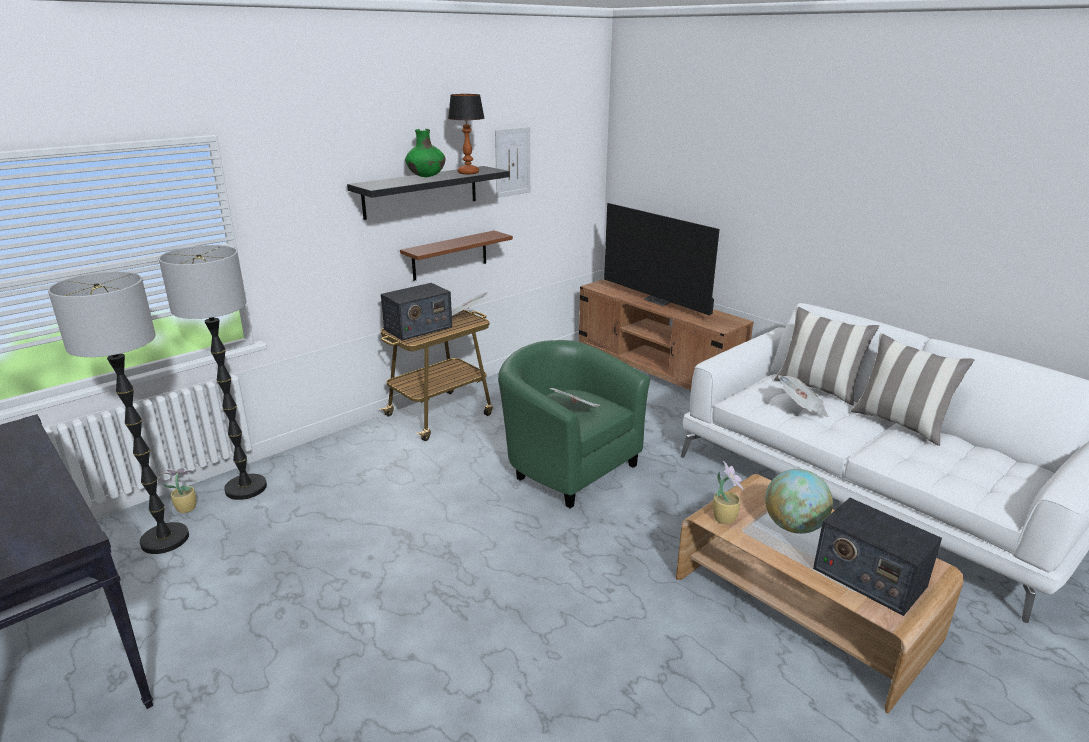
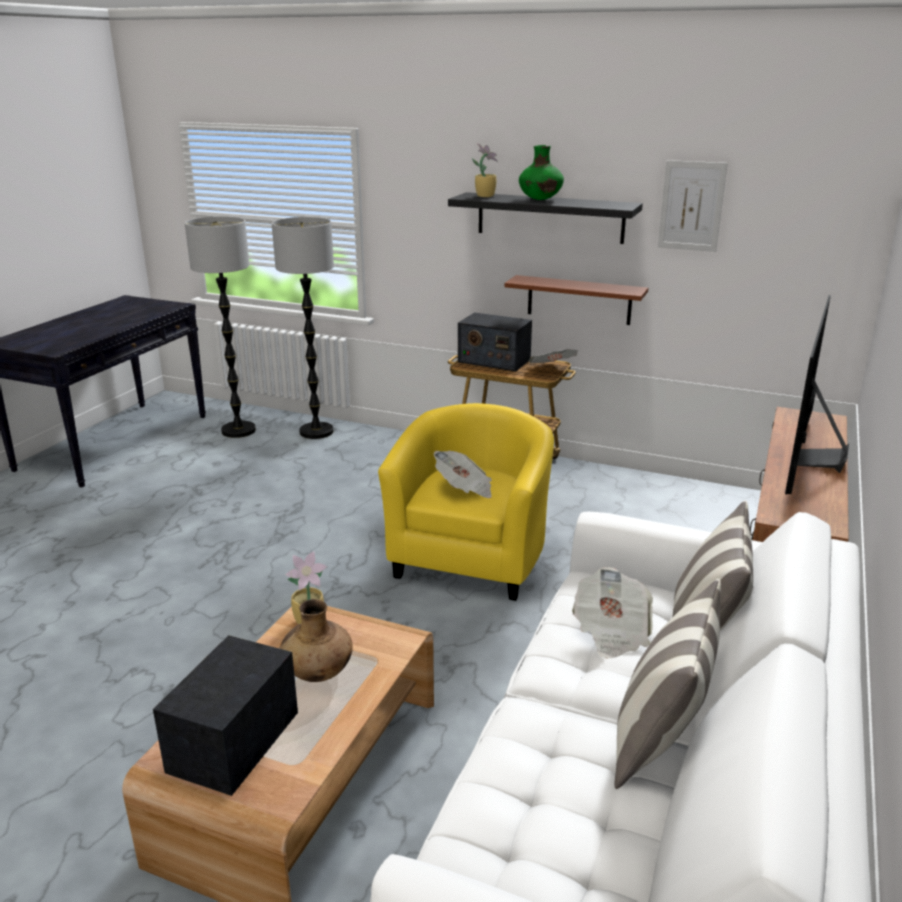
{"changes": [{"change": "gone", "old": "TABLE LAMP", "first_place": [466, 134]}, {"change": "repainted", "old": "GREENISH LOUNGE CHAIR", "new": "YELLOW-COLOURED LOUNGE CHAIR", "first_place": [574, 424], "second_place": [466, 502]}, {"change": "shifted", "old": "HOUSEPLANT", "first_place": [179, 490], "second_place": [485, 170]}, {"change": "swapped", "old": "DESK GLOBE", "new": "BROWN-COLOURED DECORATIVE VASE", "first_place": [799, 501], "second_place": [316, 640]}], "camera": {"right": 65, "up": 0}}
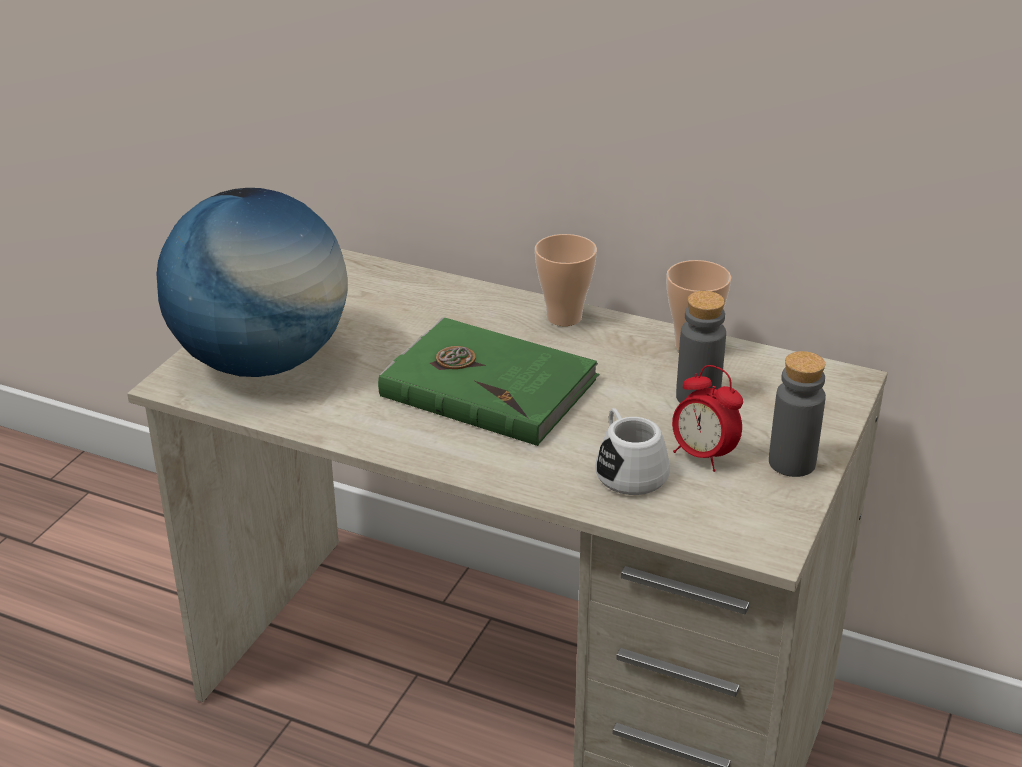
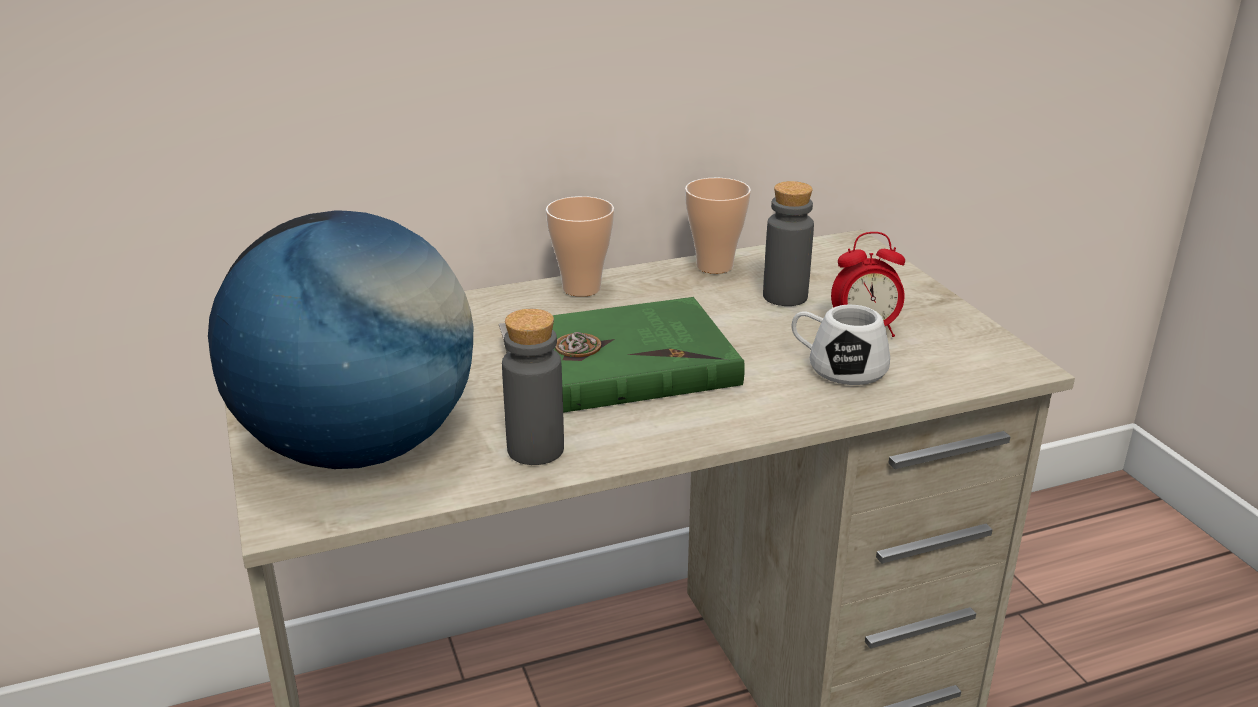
{"changes": [{"change": "shifted", "old": "GREY DRINK BOTTLE", "first_place": [797, 414], "second_place": [533, 387]}], "camera": {"right": -45, "up": -5}}
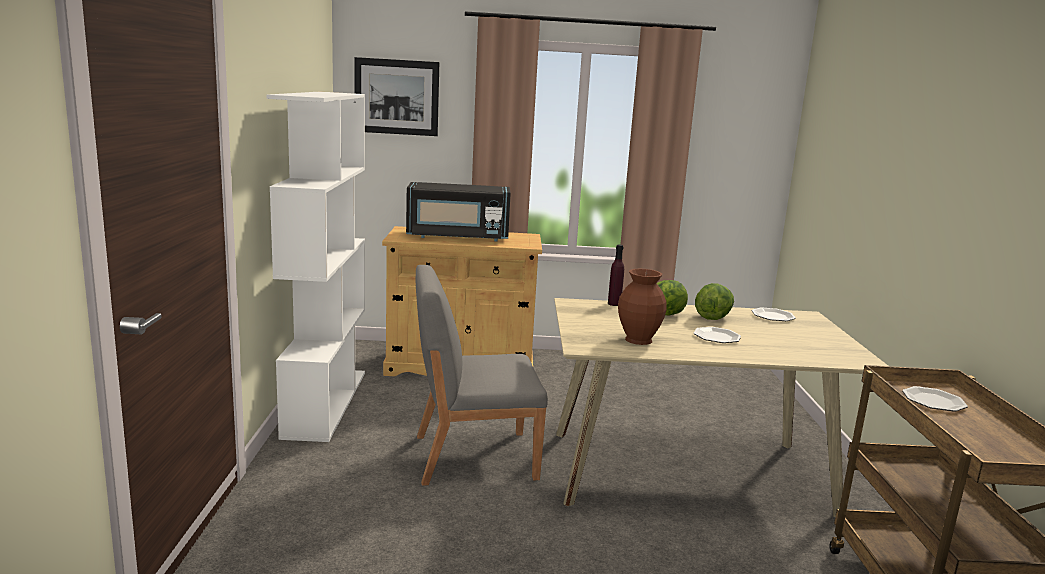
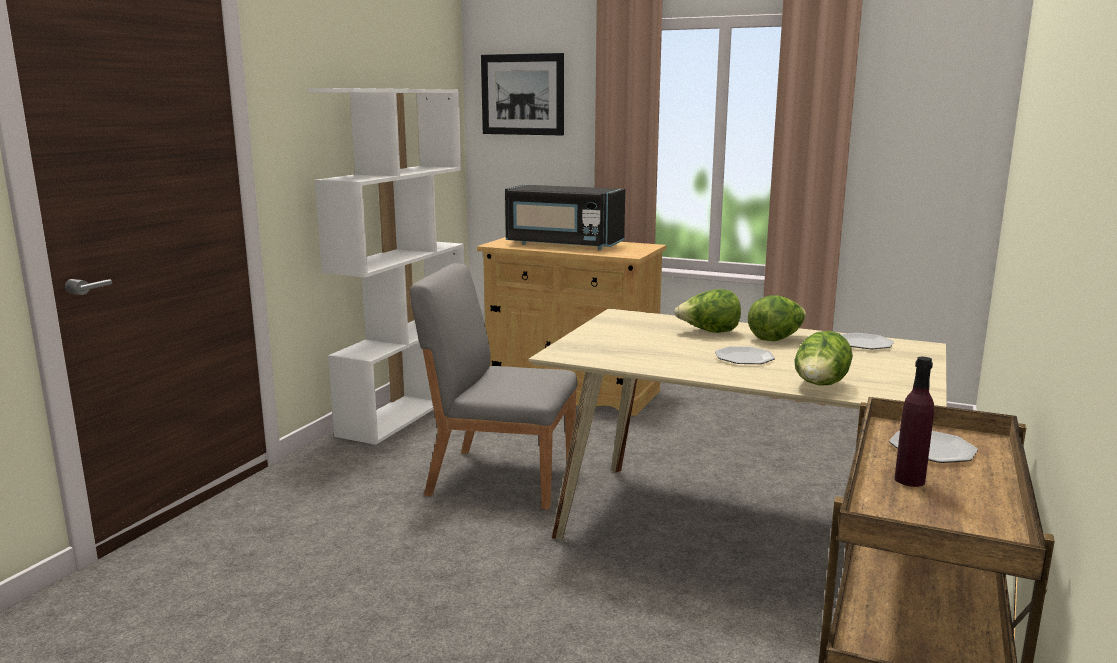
{"changes": [{"change": "shifted", "old": "PURPLE-COLOURED DRINK BOTTLE", "first_place": [616, 275], "second_place": [914, 422]}, {"change": "gone", "old": "BROWN-COLOURED DECORATIVE VASE", "first_place": [642, 307]}, {"change": "new", "new": "LETTUCE", "second_place": [823, 358]}], "camera": {"right": 25, "up": 0}}
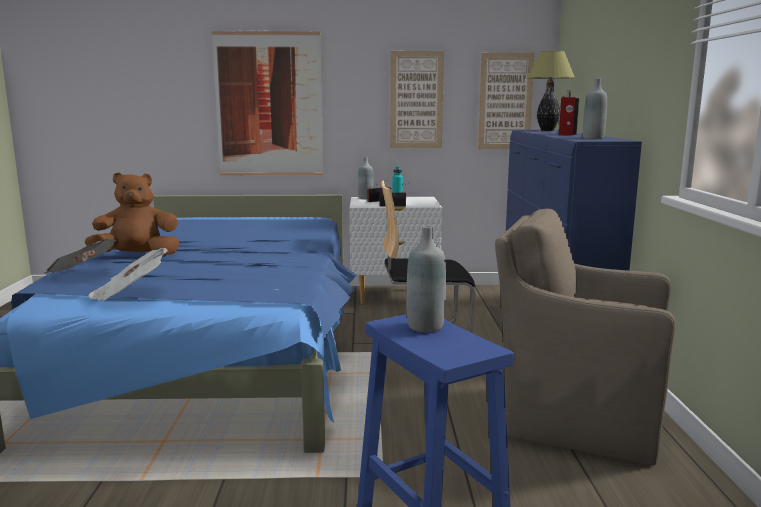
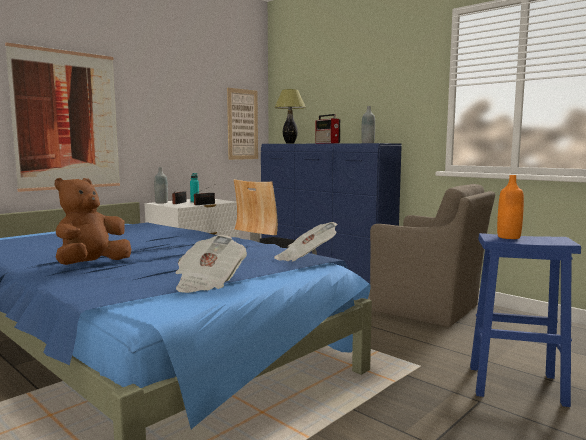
{"changes": [{"change": "gone", "old": "PICTURE", "first_place": [417, 99]}, {"change": "rotated", "old": "BROWN-COLOURED LOUNGE CHAIR", "first_place": [585, 336], "second_place": [432, 255], "degrees": -120}, {"change": "repainted", "old": "GREY DRINK BOTTLE", "new": "ORANGEY DRINK BOTTLE", "first_place": [426, 279], "second_place": [510, 207]}, {"change": "shifted", "old": "NEWSPAPER", "first_place": [80, 256], "second_place": [306, 241]}], "camera": {"right": -45, "up": -5}}
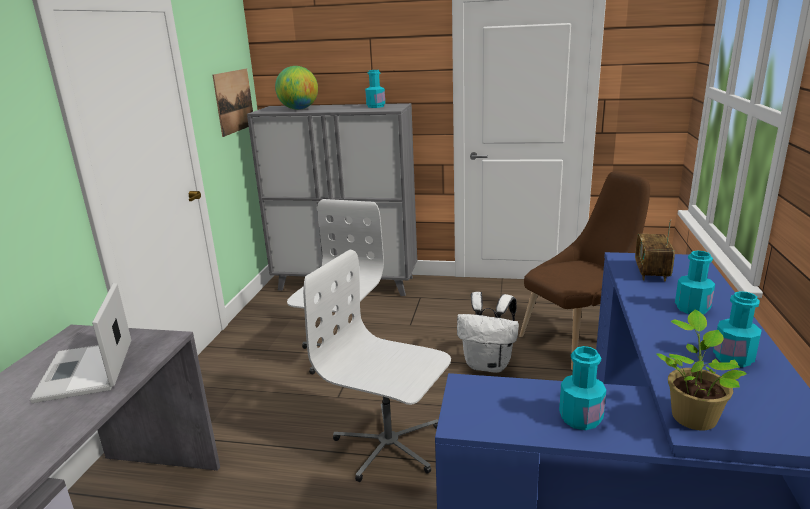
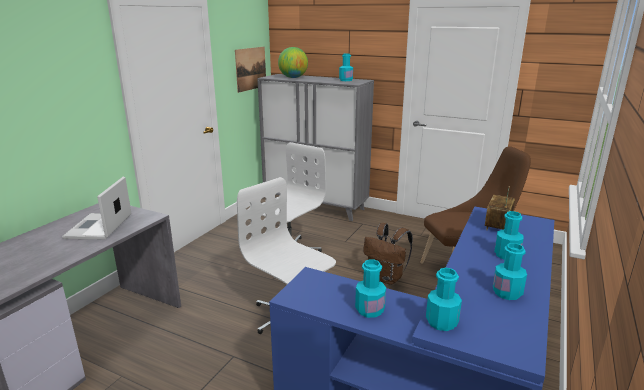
{"changes": [{"change": "repainted", "old": "WHITISH RUCKSACK", "new": "BROWN-COLOURED RUCKSACK", "first_place": [488, 332], "second_place": [388, 254]}, {"change": "swapped", "old": "HOUSEPLANT", "new": "BLUE-GREEN DRINK BOTTLE", "first_place": [701, 369], "second_place": [444, 299]}], "camera": {"right": 15, "up": 0}}
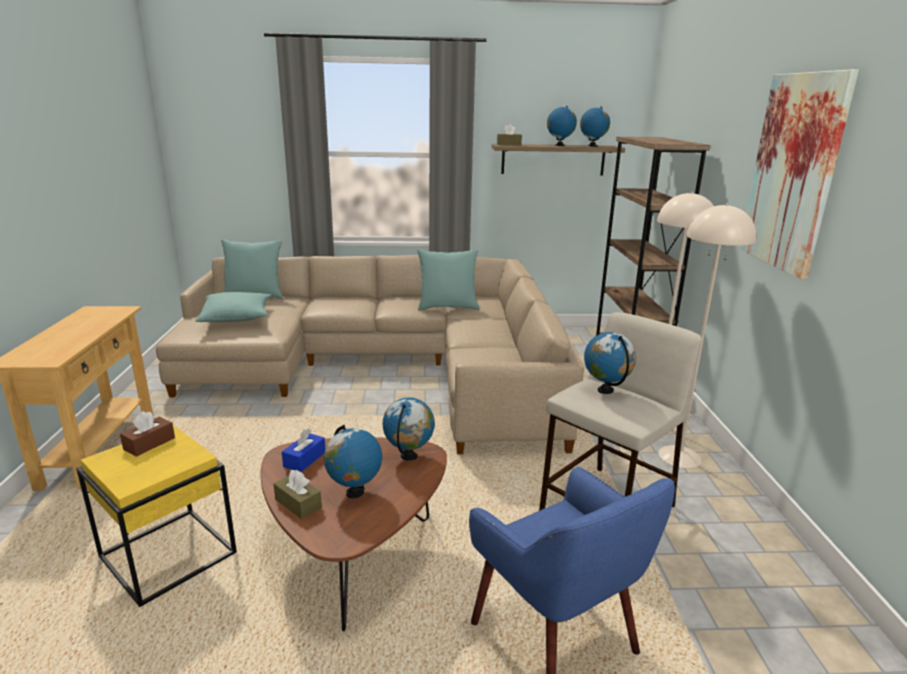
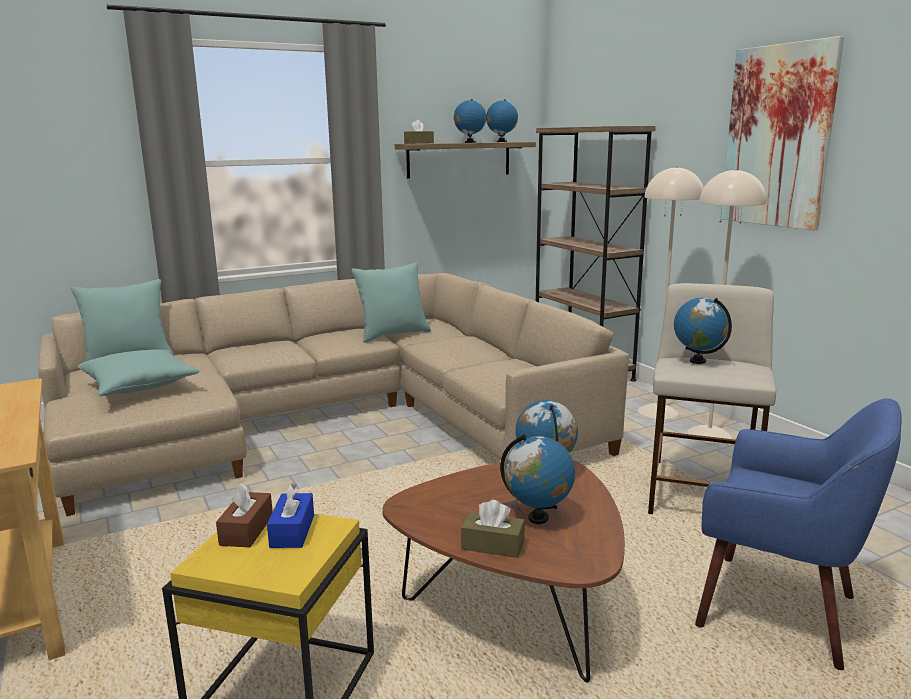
{"changes": [{"change": "shifted", "old": "BLUE-COLOURED TISSUE HOLDER", "first_place": [303, 450], "second_place": [290, 515]}], "camera": {"right": -25, "up": -5}}
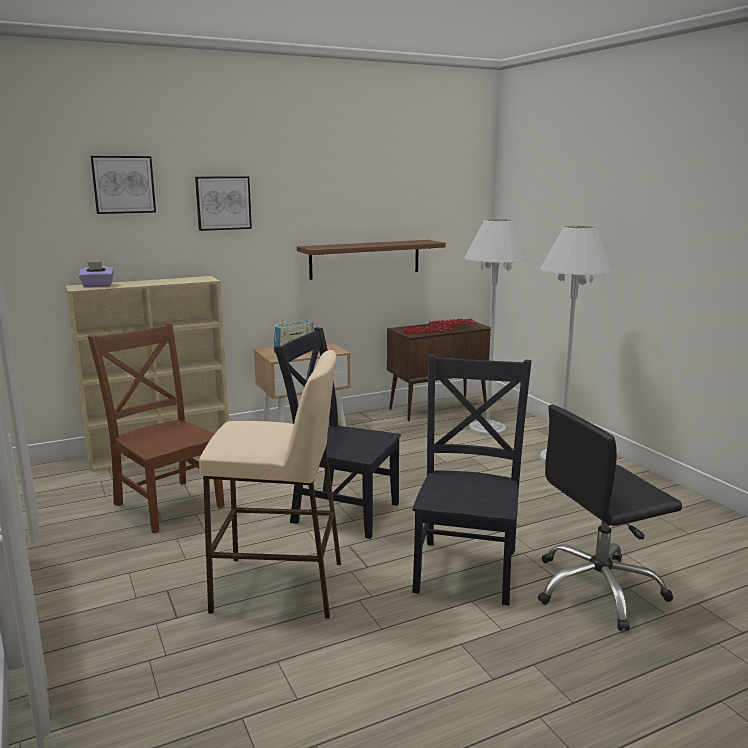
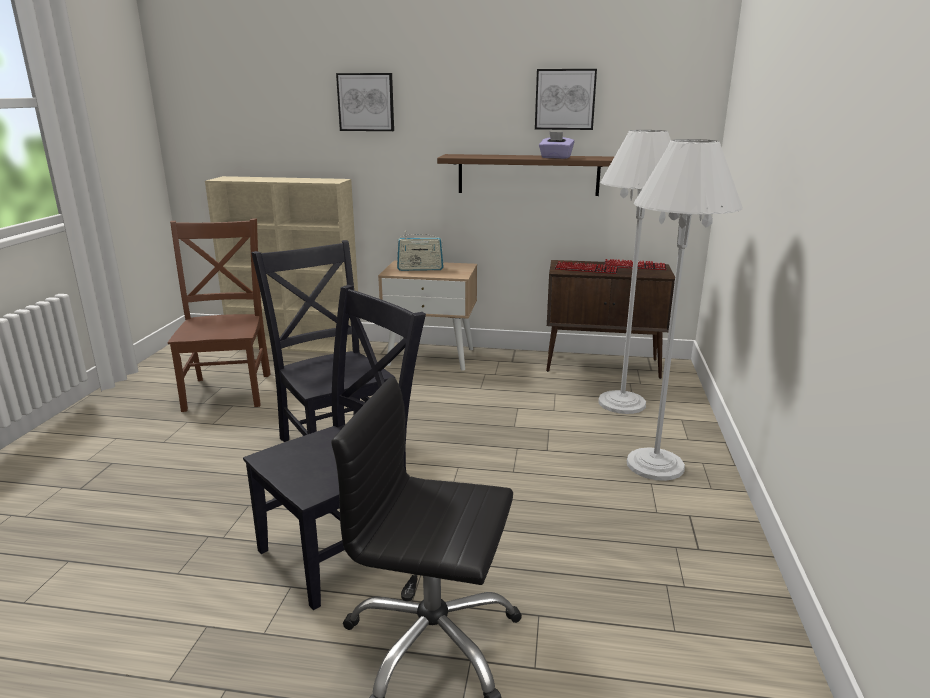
{"changes": [{"change": "shifted", "old": "PICTURE", "first_place": [123, 185], "second_place": [566, 99]}, {"change": "shifted", "old": "PURPLE-COLOURED TISSUE HOLDER", "first_place": [96, 274], "second_place": [557, 145]}, {"change": "gone", "old": "SAND-COLOURED STOOL SEAT", "first_place": [270, 484]}], "camera": {"right": 35, "up": 5}}
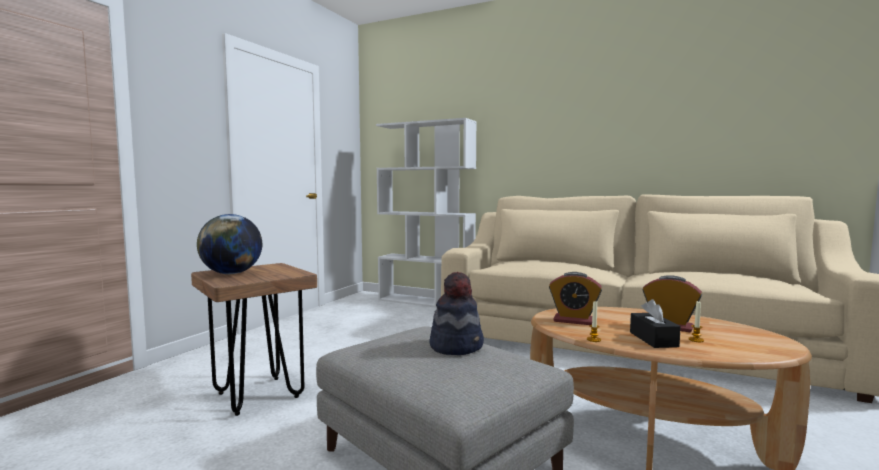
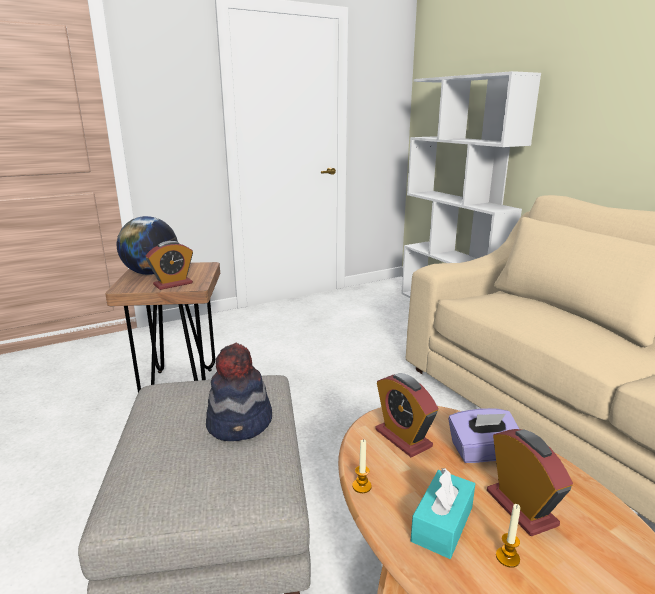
{"changes": [{"change": "repainted", "old": "BLACK-COLOURED TISSUE HOLDER", "new": "BLUE-GREEN TISSUE HOLDER", "first_place": [655, 323], "second_place": [443, 513]}, {"change": "new", "new": "ALARM CLOCK", "second_place": [169, 265]}, {"change": "new", "new": "PURPLE-COLOURED TISSUE HOLDER", "second_place": [483, 435]}], "camera": {"right": 35, "up": 15}}
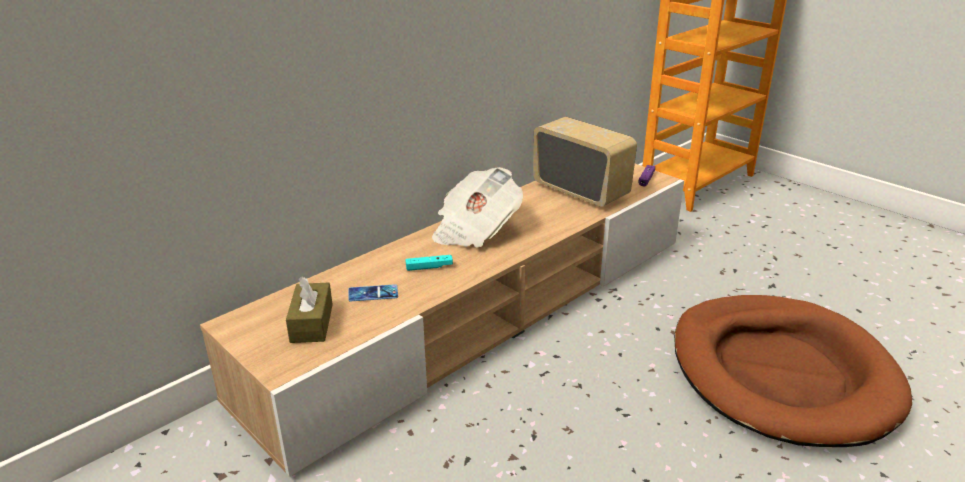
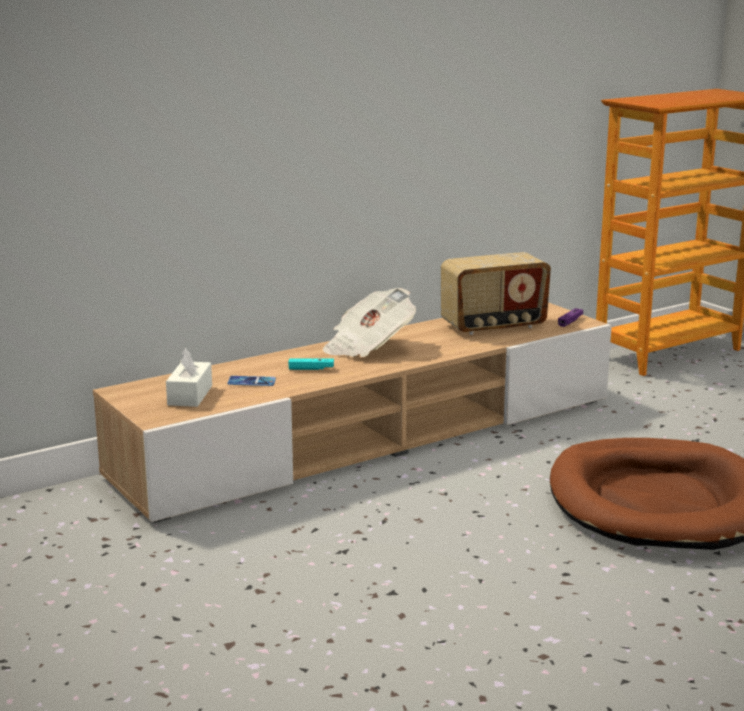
{"changes": [{"change": "rotated", "old": "RADIO", "first_place": [585, 162], "second_place": [496, 293], "degrees": 105}, {"change": "repainted", "old": "BROWN-COLOURED TISSUE HOLDER", "new": "WHITISH TISSUE HOLDER", "first_place": [309, 309], "second_place": [189, 377]}], "camera": {"right": 10, "up": -10}}
